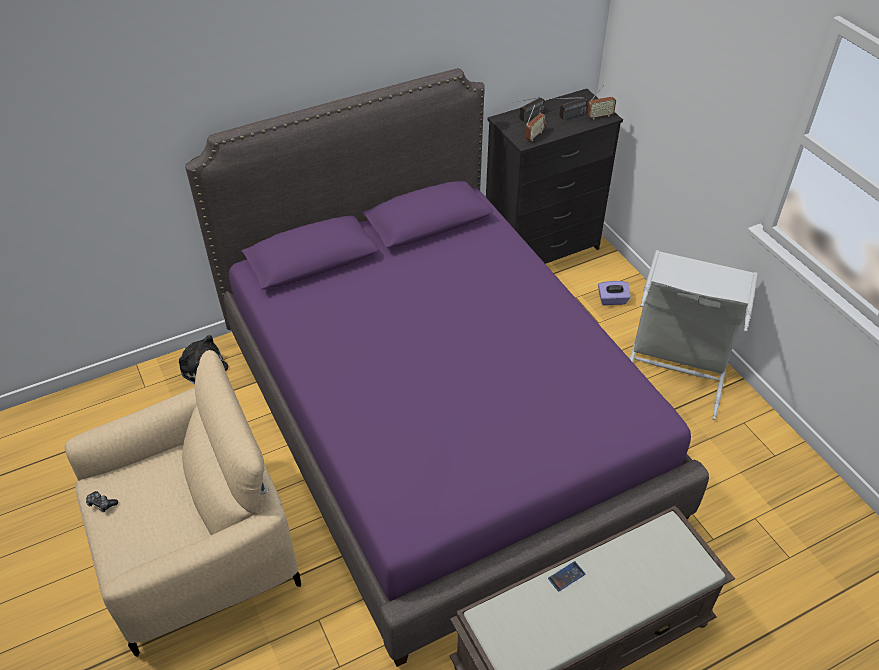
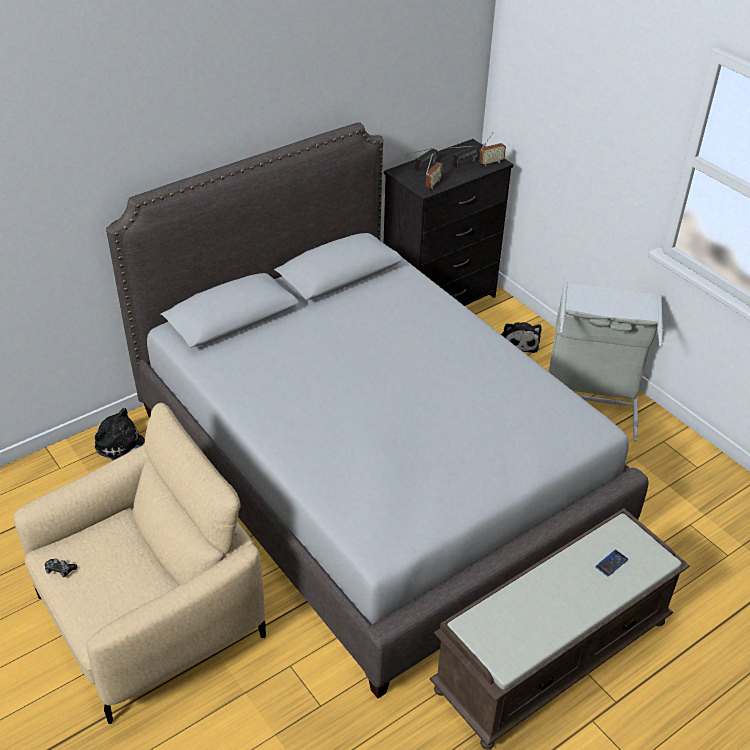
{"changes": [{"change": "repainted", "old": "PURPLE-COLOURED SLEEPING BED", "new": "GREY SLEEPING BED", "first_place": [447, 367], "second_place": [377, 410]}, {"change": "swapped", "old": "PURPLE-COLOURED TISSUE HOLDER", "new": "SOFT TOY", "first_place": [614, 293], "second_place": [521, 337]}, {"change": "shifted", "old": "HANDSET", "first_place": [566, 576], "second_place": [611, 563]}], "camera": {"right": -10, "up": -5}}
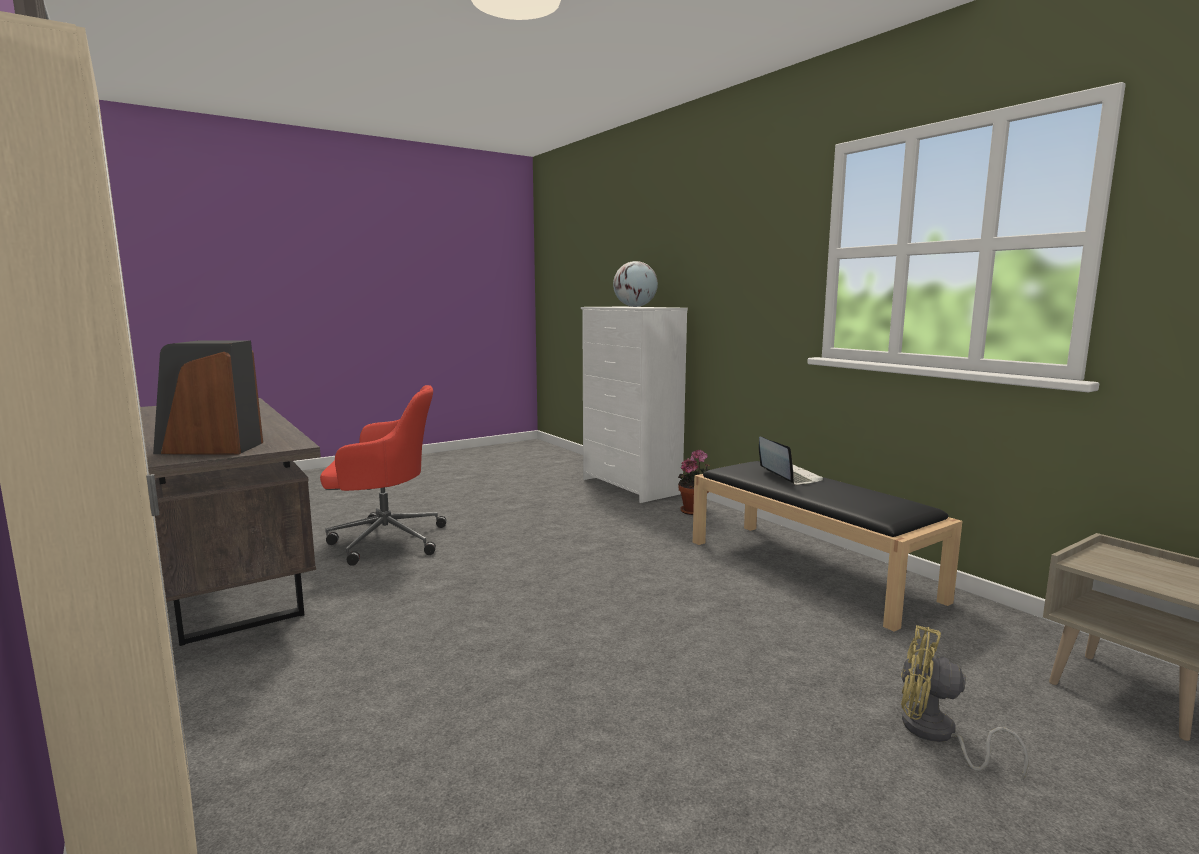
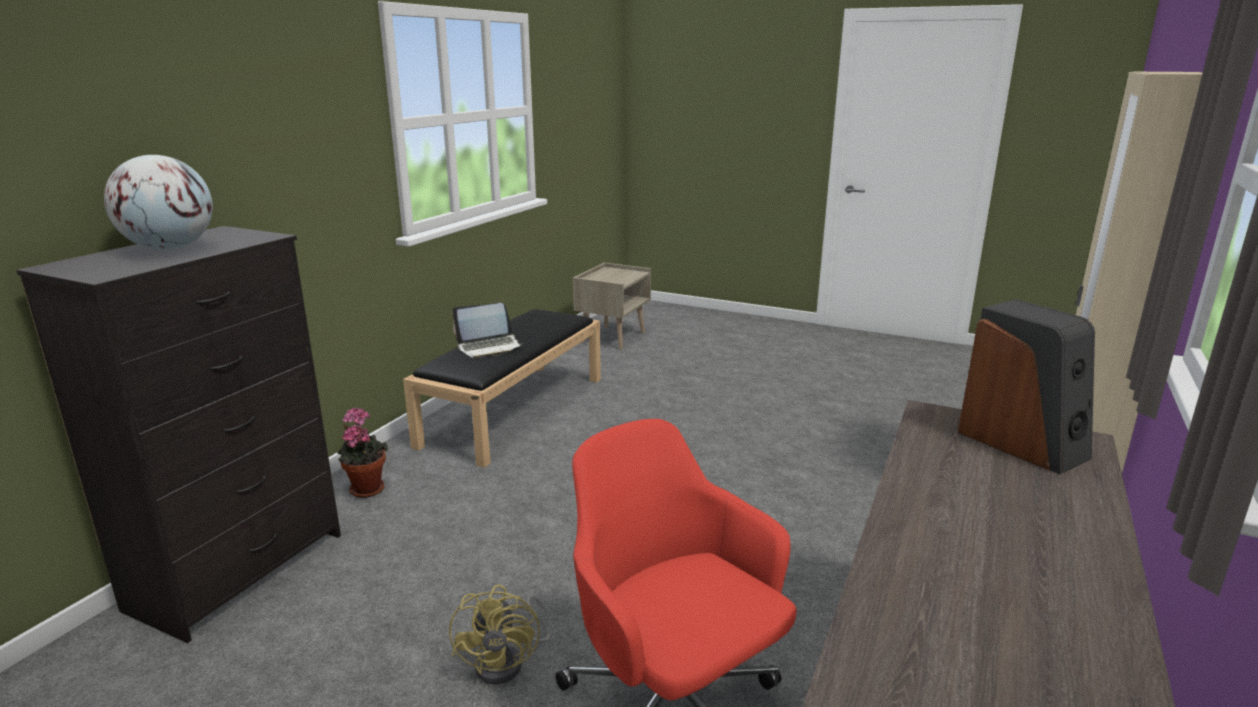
{"changes": [{"change": "repainted", "old": "WHITISH DRAWER CHEST", "new": "BLACK-COLOURED DRAWER CHEST", "first_place": [634, 405], "second_place": [179, 434]}, {"change": "rotated", "old": "NOTEBOOK COMPUTER", "first_place": [791, 461], "second_place": [488, 331], "degrees": -150}, {"change": "shifted", "old": "YELLOW-COLOURED FAN", "first_place": [964, 703], "second_place": [499, 634]}], "camera": {"right": -120, "up": 10}}
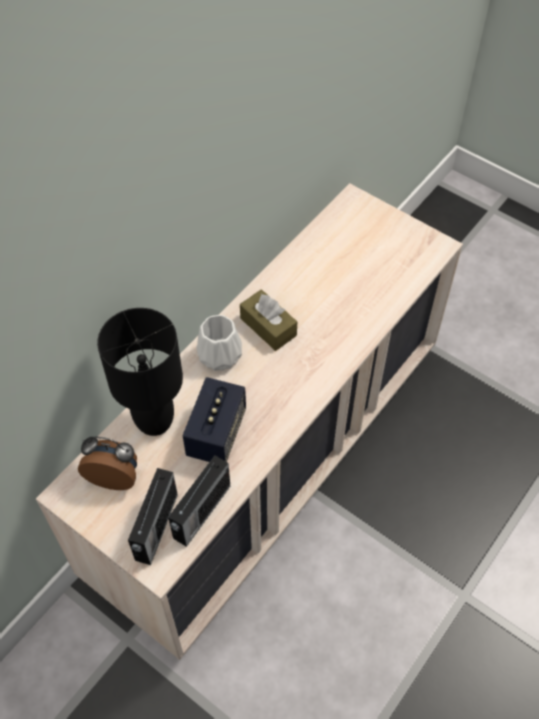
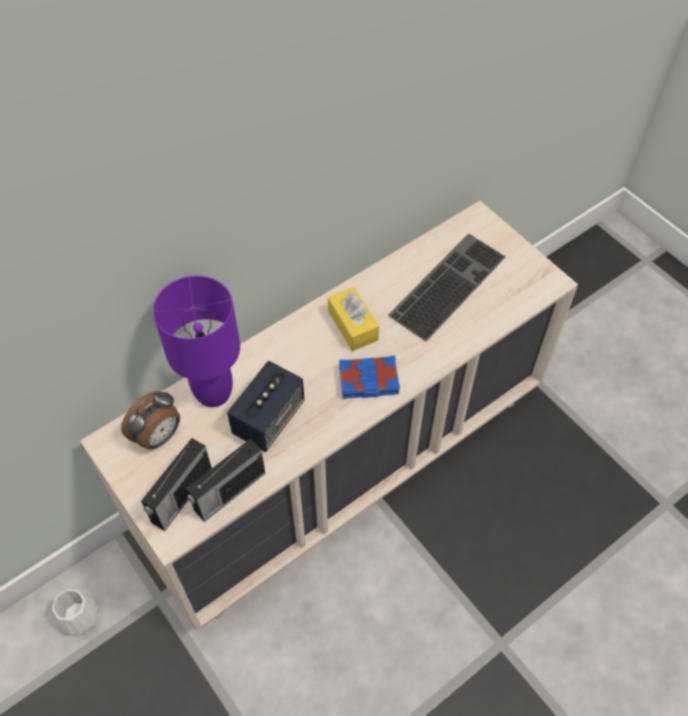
{"changes": [{"change": "repainted", "old": "BROWN-COLOURED TISSUE HOLDER", "new": "YELLOW-COLOURED TISSUE HOLDER", "first_place": [268, 320], "second_place": [353, 319]}, {"change": "repainted", "old": "BLACK-COLOURED TABLE LAMP", "new": "PURPLE-COLOURED TABLE LAMP", "first_place": [140, 372], "second_place": [196, 341]}, {"change": "shifted", "old": "WHITISH DECORATIVE VASE", "first_place": [219, 343], "second_place": [75, 612]}, {"change": "rotated", "old": "ALARM CLOCK", "first_place": [107, 463], "second_place": [150, 420], "degrees": 105}, {"change": "new", "new": "PC KEYBOARD", "second_place": [447, 287]}, {"change": "new", "new": "BLUE-COLOURED VOLUME", "second_place": [369, 377]}], "camera": {"right": 15, "up": 0}}
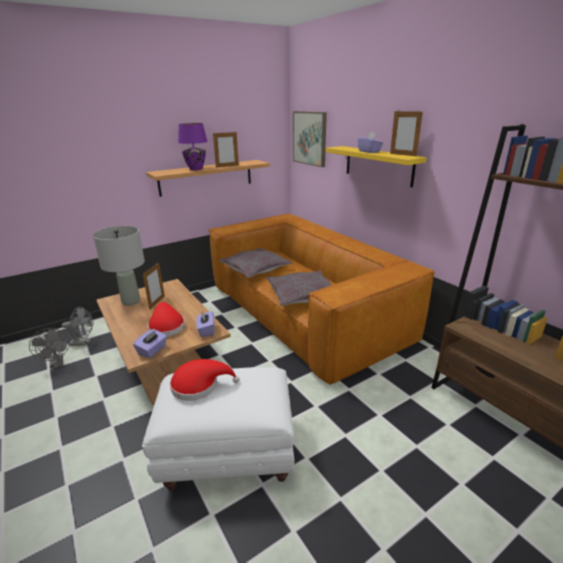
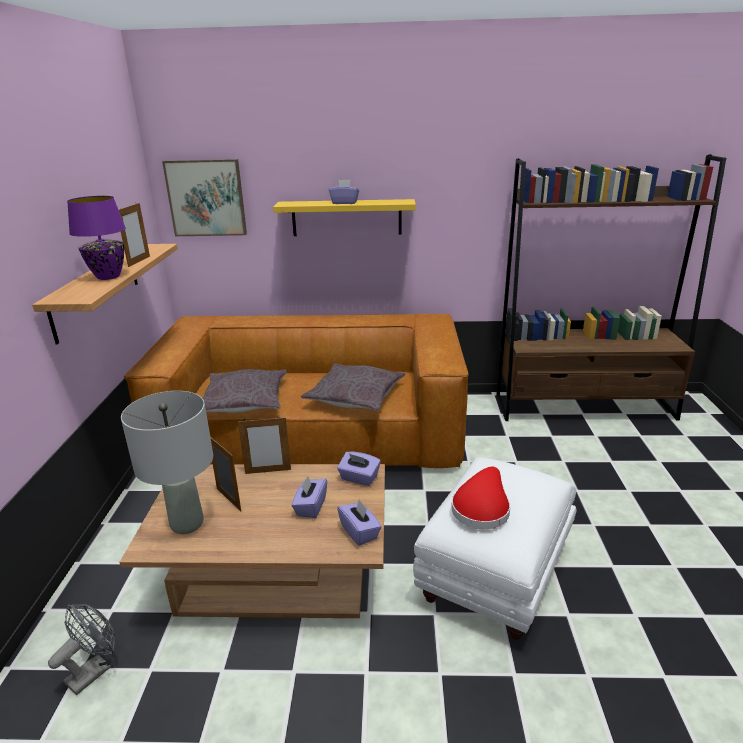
{"changes": [{"change": "shifted", "old": "PICTURE FRAME", "first_place": [406, 133], "second_place": [264, 445]}, {"change": "swapped", "old": "RED-COLOURED WEARABLE HAT", "new": "PURPLE-COLOURED TISSUE HOLDER", "first_place": [166, 319], "second_place": [309, 497]}, {"change": "gone", "old": "GREY FAN", "first_place": [49, 348]}], "camera": {"right": -55, "up": 0}}
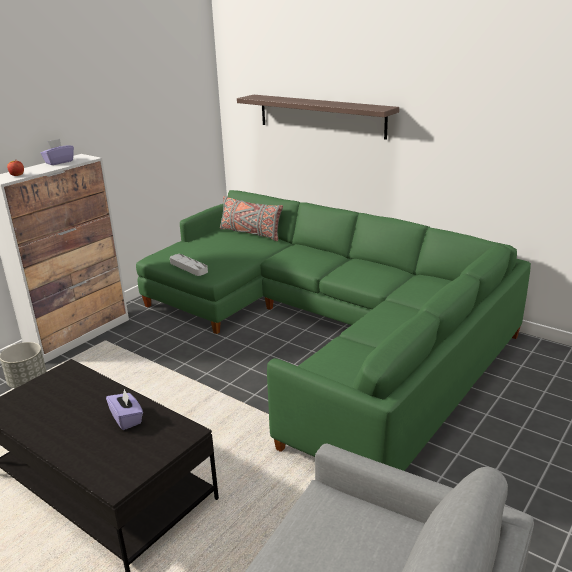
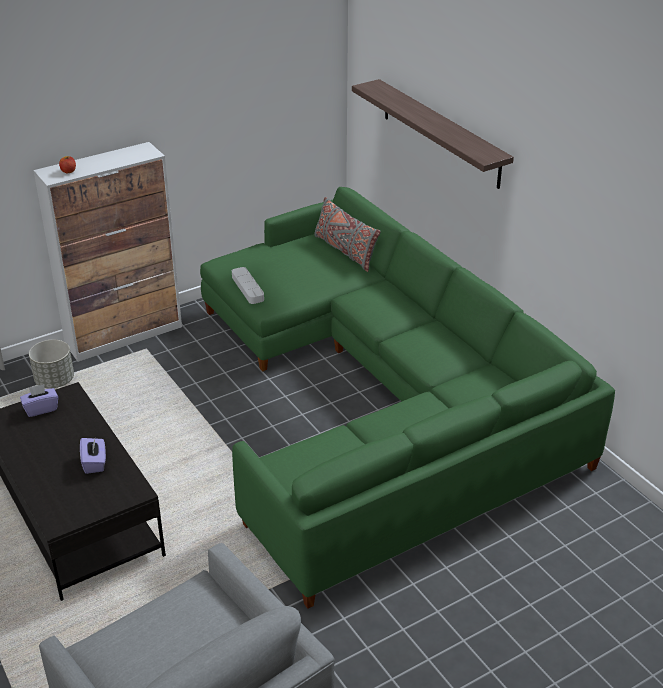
{"changes": [{"change": "shifted", "old": "PURPLE-COLOURED TISSUE HOLDER", "first_place": [57, 152], "second_place": [39, 400]}], "camera": {"right": 20, "up": 10}}
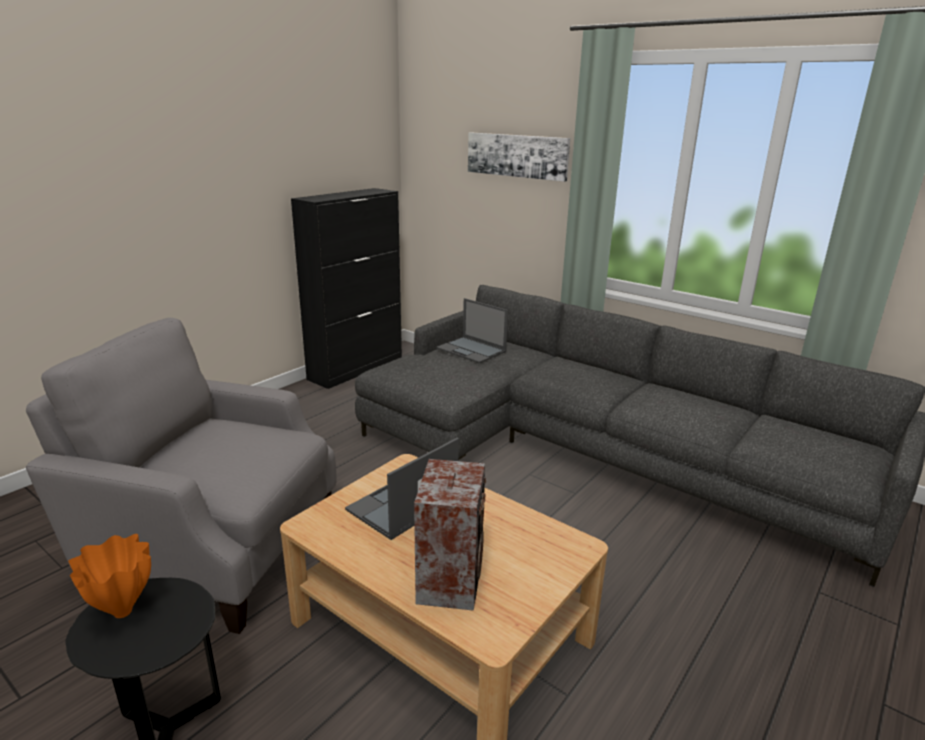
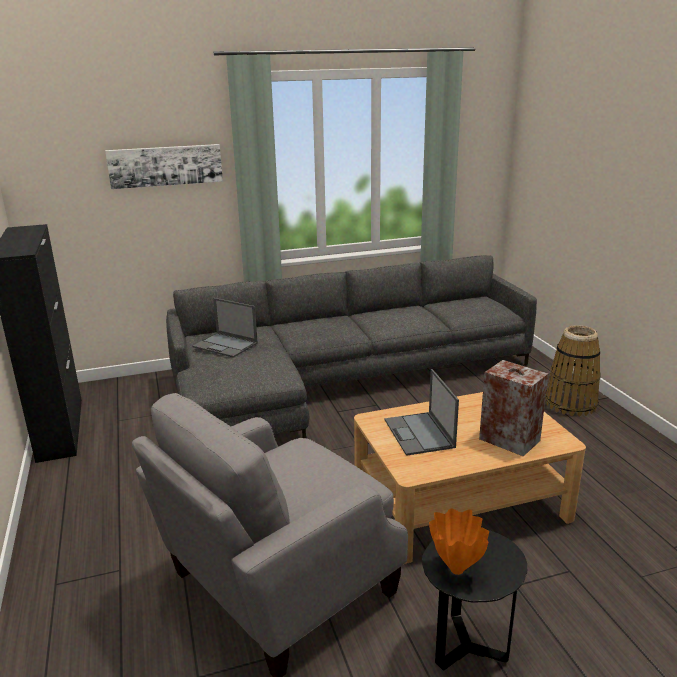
{"changes": [{"change": "rotated", "old": "NOTEBOOK COMPUTER", "first_place": [472, 330], "second_place": [225, 328], "degrees": 45}, {"change": "new", "new": "HOUSEHOLD BASKET", "second_place": [573, 371]}], "camera": {"right": -55, "up": 0}}
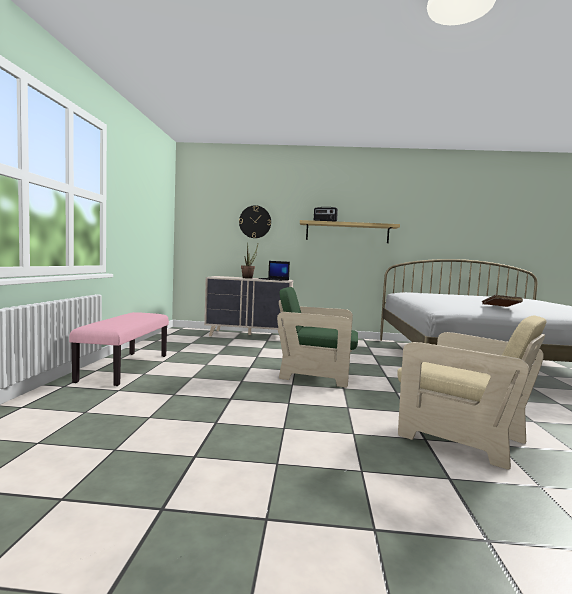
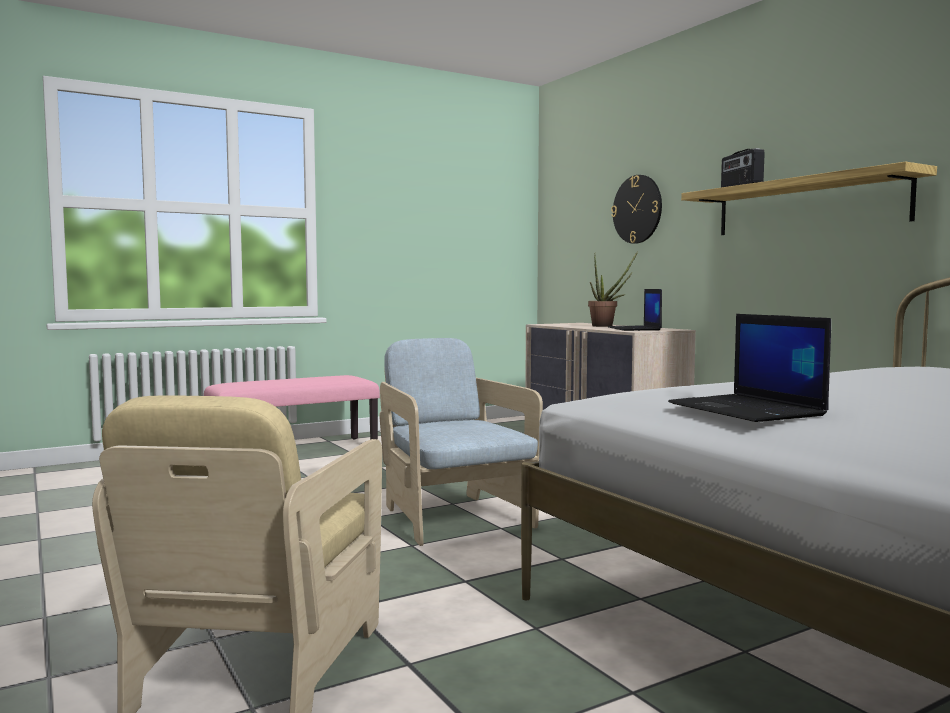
{"changes": [{"change": "repainted", "old": "GREENISH LOUNGE CHAIR", "new": "SAND-COLOURED LOUNGE CHAIR", "first_place": [317, 337], "second_place": [461, 442]}, {"change": "swapped", "old": "BROWN-COLOURED VOLUME", "new": "NOTEBOOK COMPUTER", "first_place": [502, 301], "second_place": [749, 368]}], "camera": {"right": 55, "up": 0}}
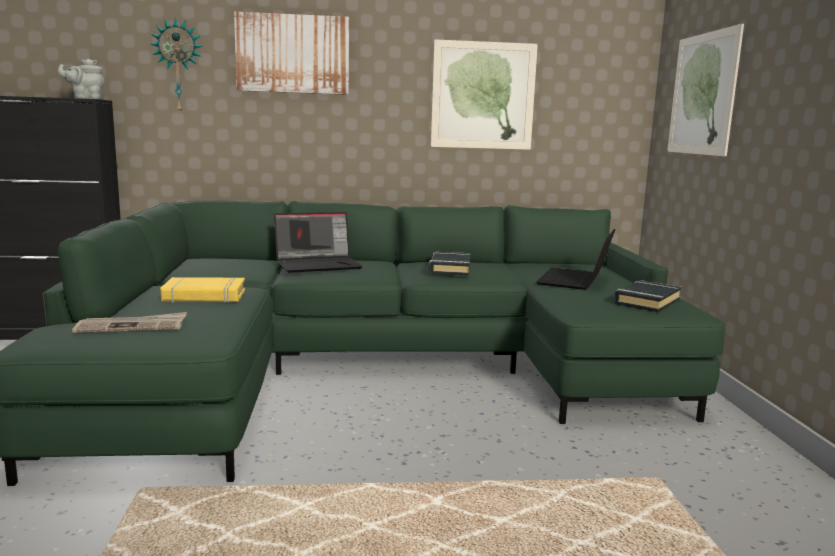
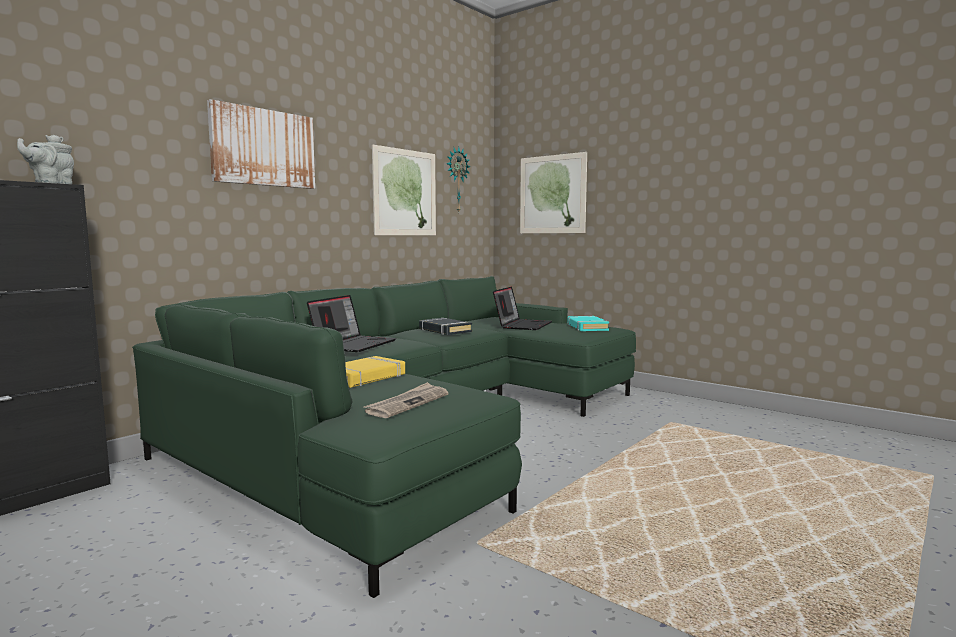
{"changes": [{"change": "shifted", "old": "WALL CLOCK", "first_place": [176, 65], "second_place": [458, 179]}, {"change": "rotated", "old": "NOTEBOOK COMPUTER", "first_place": [576, 259], "second_place": [522, 308], "degrees": -135}, {"change": "repainted", "old": "BLACK-COLOURED VOLUME", "new": "BLUE-GREEN VOLUME", "first_place": [648, 296], "second_place": [588, 323]}], "camera": {"right": -45, "up": -5}}
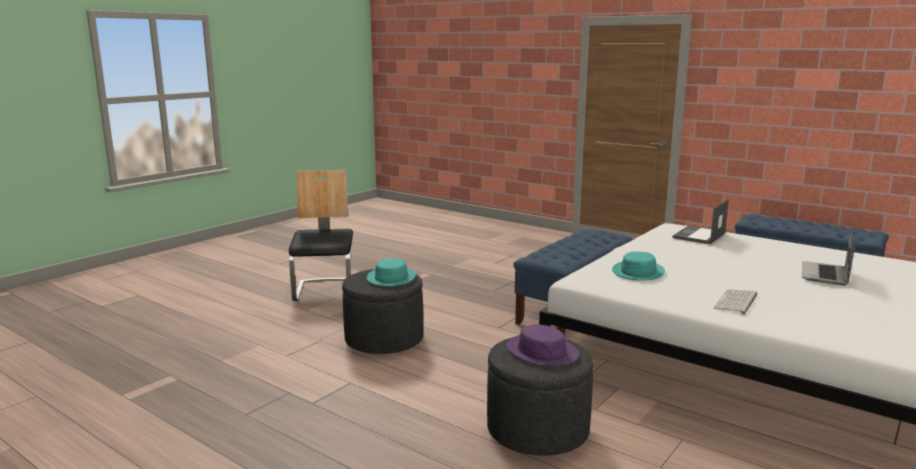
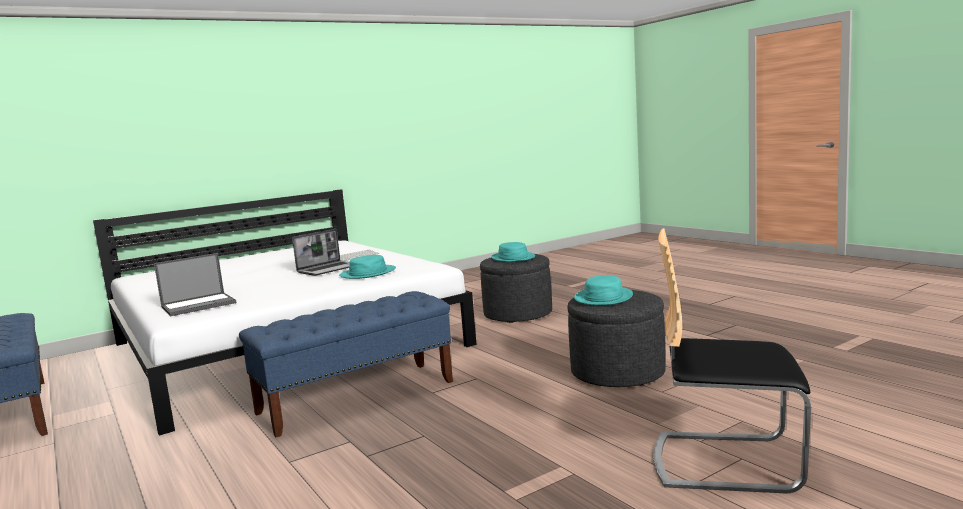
{"changes": [{"change": "rotated", "old": "PLAIN CHAIR", "first_place": [321, 235], "second_place": [732, 361], "degrees": 90}, {"change": "shifted", "old": "NOTEBOOK COMPUTER", "first_place": [828, 258], "second_place": [320, 252]}, {"change": "repainted", "old": "PURPLE-COLOURED WEARABLE HAT", "new": "BLUE-GREEN WEARABLE HAT", "first_place": [542, 345], "second_place": [513, 252]}], "camera": {"right": -160, "up": -5}}
